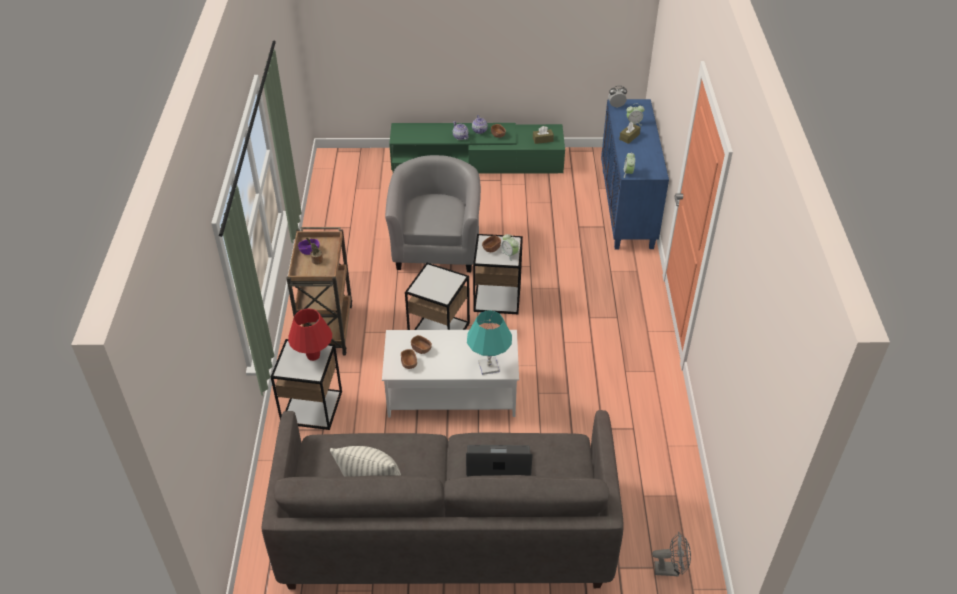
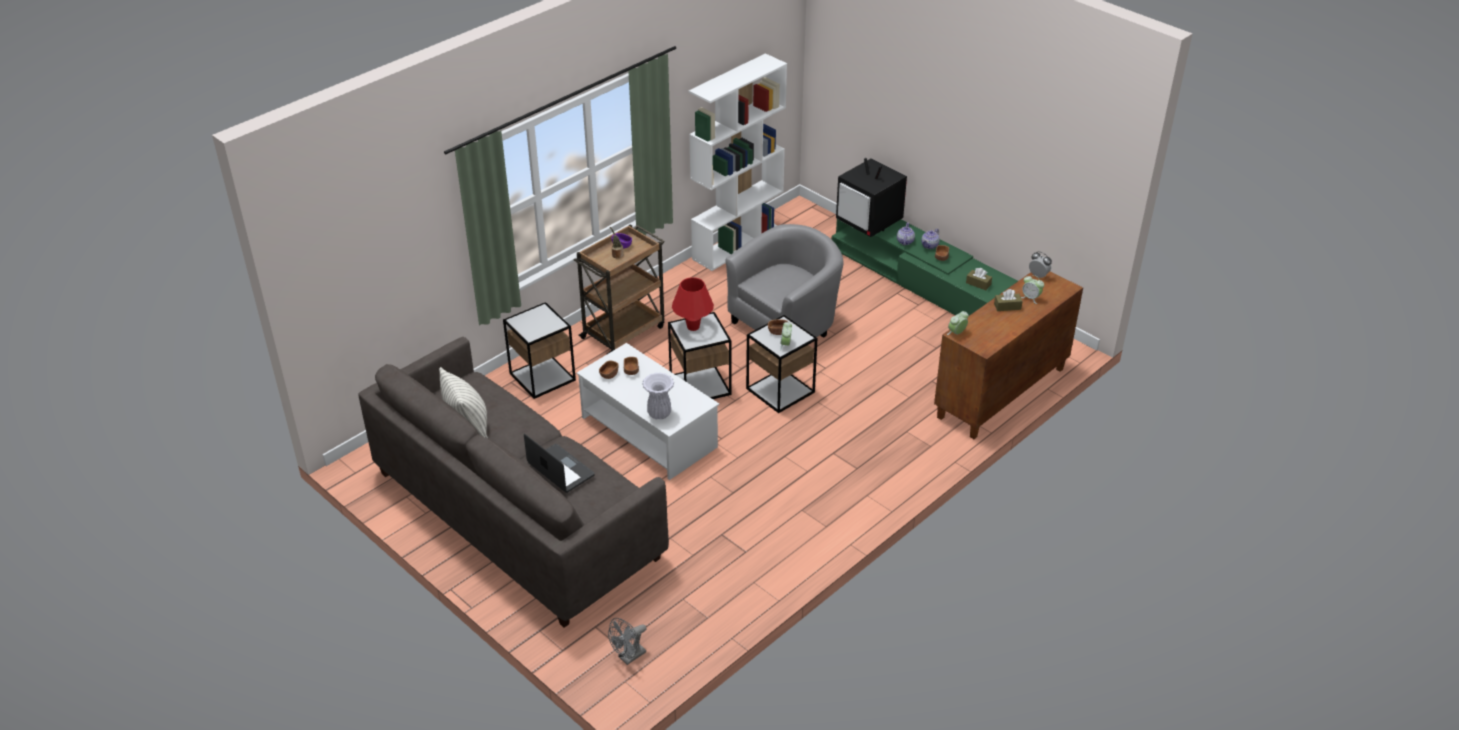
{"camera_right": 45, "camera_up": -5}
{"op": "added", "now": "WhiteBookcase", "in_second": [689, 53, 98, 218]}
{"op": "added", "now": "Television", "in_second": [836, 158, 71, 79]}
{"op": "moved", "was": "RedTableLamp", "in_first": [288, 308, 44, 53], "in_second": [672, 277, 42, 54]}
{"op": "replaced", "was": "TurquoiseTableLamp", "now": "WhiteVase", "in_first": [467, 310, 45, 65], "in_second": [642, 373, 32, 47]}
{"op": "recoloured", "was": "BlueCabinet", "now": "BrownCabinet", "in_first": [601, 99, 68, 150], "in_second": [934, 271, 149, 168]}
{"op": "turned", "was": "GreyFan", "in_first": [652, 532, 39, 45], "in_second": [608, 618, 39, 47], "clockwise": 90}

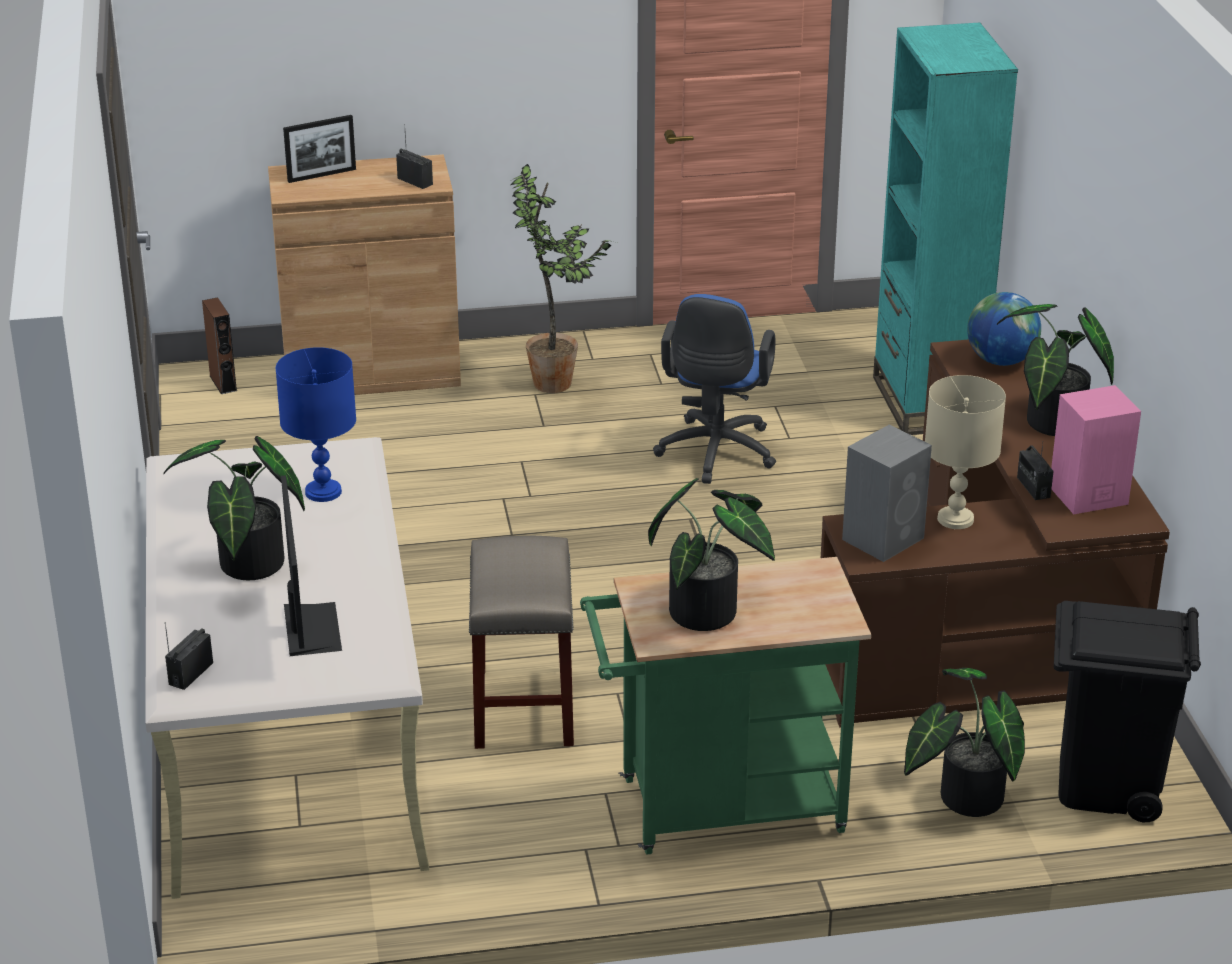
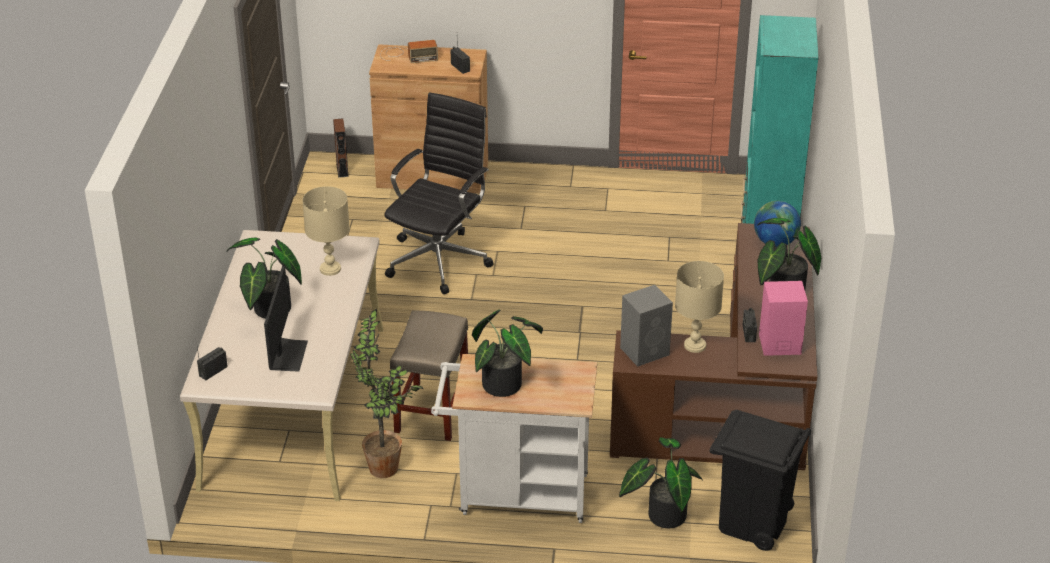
{"camera_right": 15, "camera_up": 5}
{"op": "removed", "was": "BlueOfficeChair", "in_first": [653, 294, 123, 190]}
{"op": "added", "now": "BlackOfficeChair", "in_second": [384, 92, 109, 202]}
{"op": "moved", "was": "PottedPlant", "in_first": [509, 164, 108, 229], "in_second": [350, 309, 73, 169]}
{"op": "replaced", "was": "PictureFrame", "now": "Radio", "in_first": [283, 115, 73, 68], "in_second": [380, 40, 58, 23]}
{"op": "recoloured", "was": "BlueTableLamp", "now": "BeigeTableLamp", "in_first": [276, 347, 80, 155], "in_second": [302, 186, 48, 90]}
{"op": "recoloured", "was": "GreenCart", "now": "WhiteCart", "in_first": [580, 557, 291, 298], "in_second": [431, 354, 166, 169]}

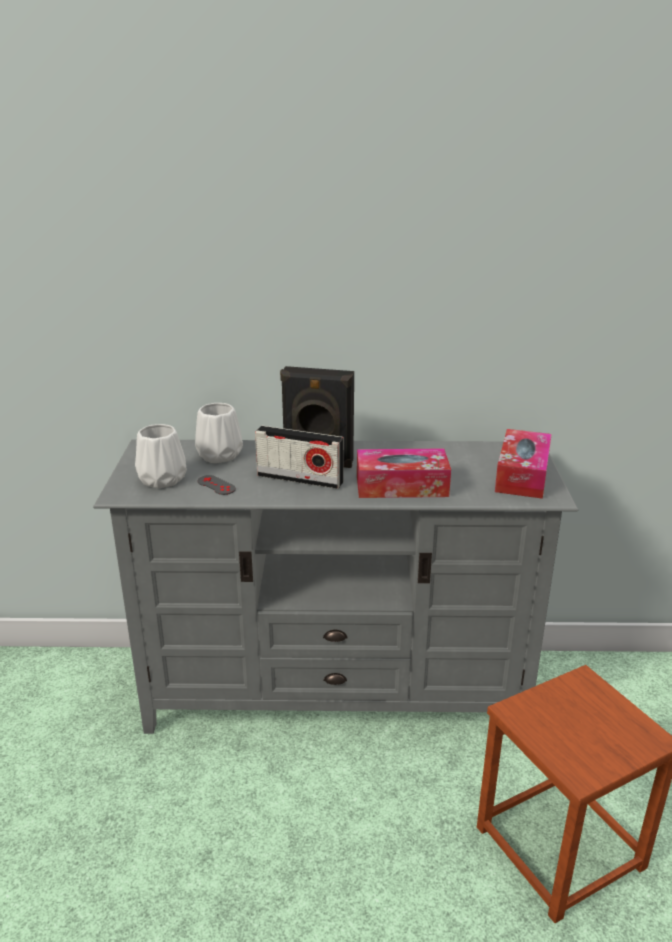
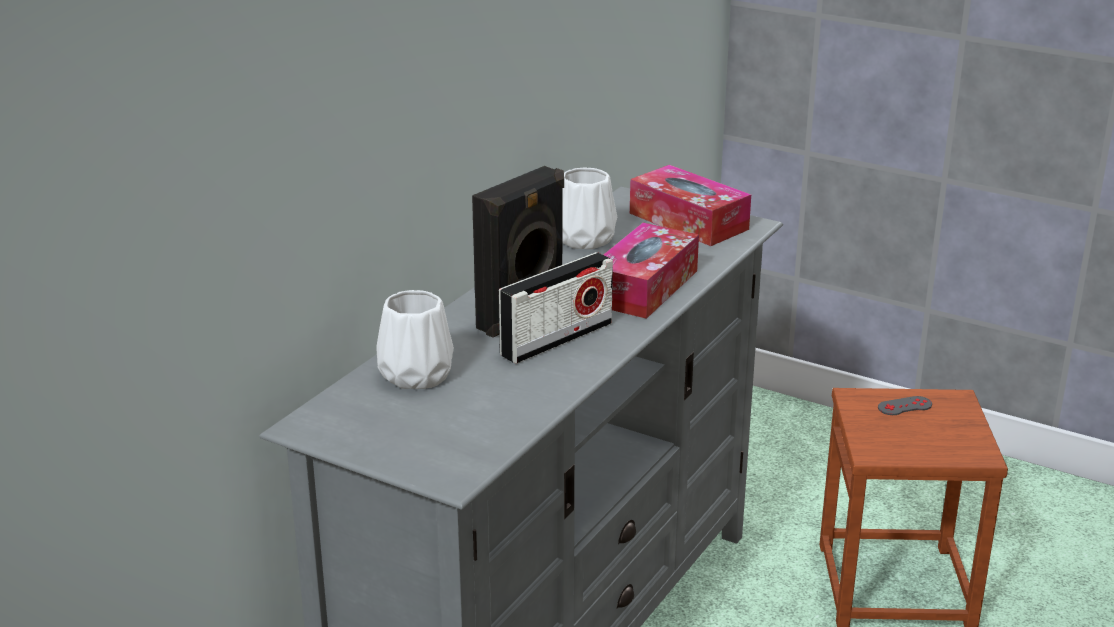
{"camera_right": -60, "camera_up": 0}
{"op": "moved", "was": "WhiteVase", "in_first": [135, 424, 52, 64], "in_second": [562, 167, 55, 82]}
{"op": "moved", "was": "GreyGameController", "in_first": [198, 475, 38, 20], "in_second": [878, 396, 54, 19]}

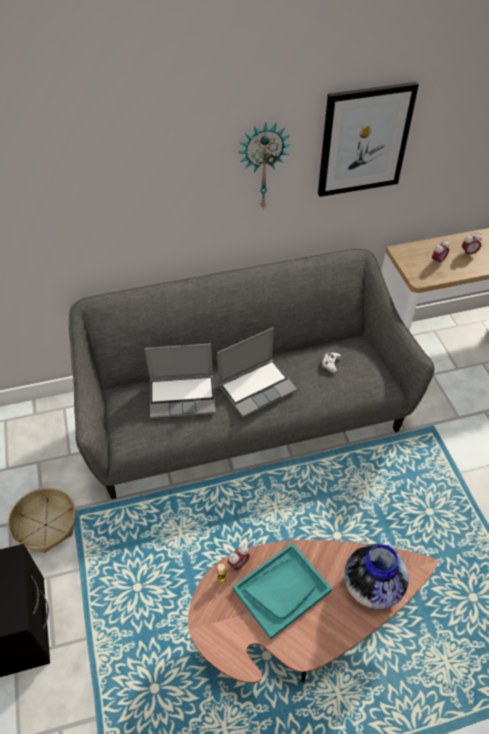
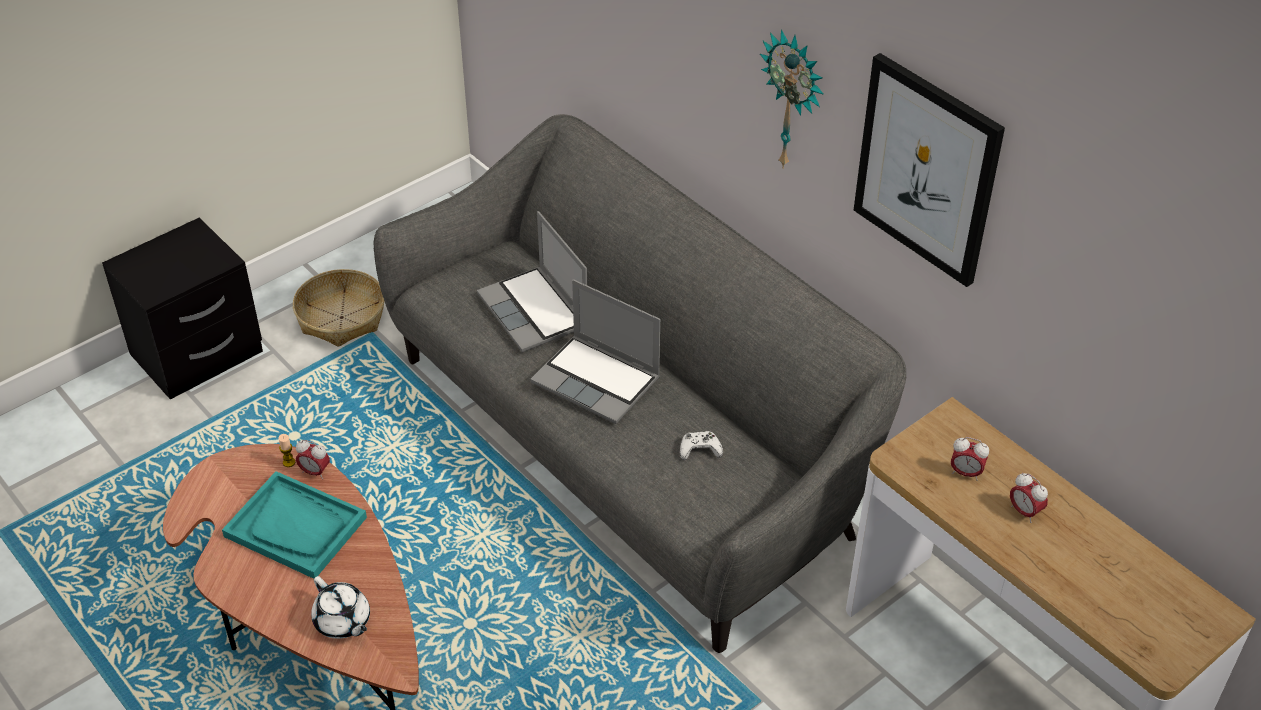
{"camera_right": 65, "camera_up": -5}
{"op": "replaced", "was": "Vase", "now": "WhiteTeapot", "in_first": [344, 544, 65, 65], "in_second": [311, 576, 59, 63]}

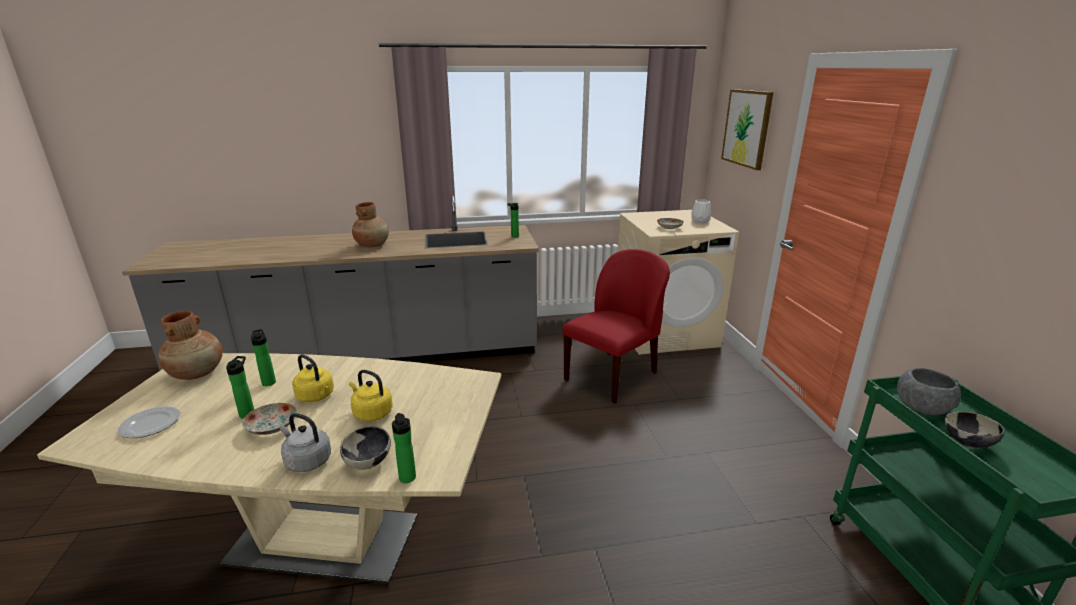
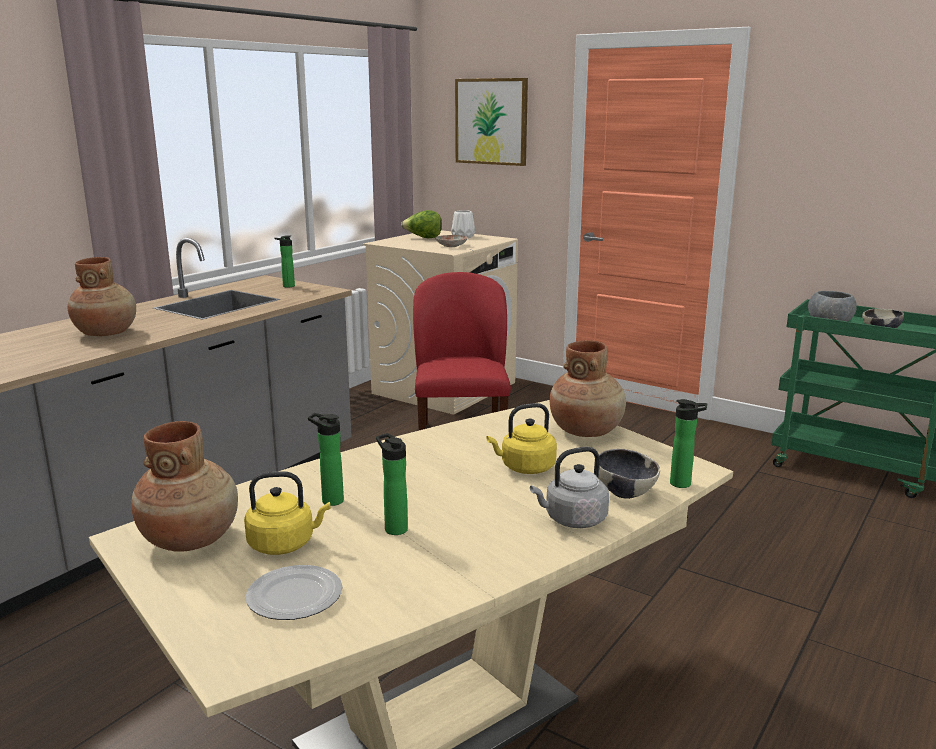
{"camera_right": -45, "camera_up": -5}
{"op": "removed", "was": "Plate", "in_first": [242, 403, 55, 32]}
{"op": "added", "now": "Lettuce", "in_second": [401, 210, 41, 28]}
{"op": "added", "now": "BrownVase", "in_second": [549, 340, 77, 97]}
{"op": "moved", "was": "YellowKettle", "in_first": [292, 354, 42, 48], "in_second": [244, 471, 87, 84]}

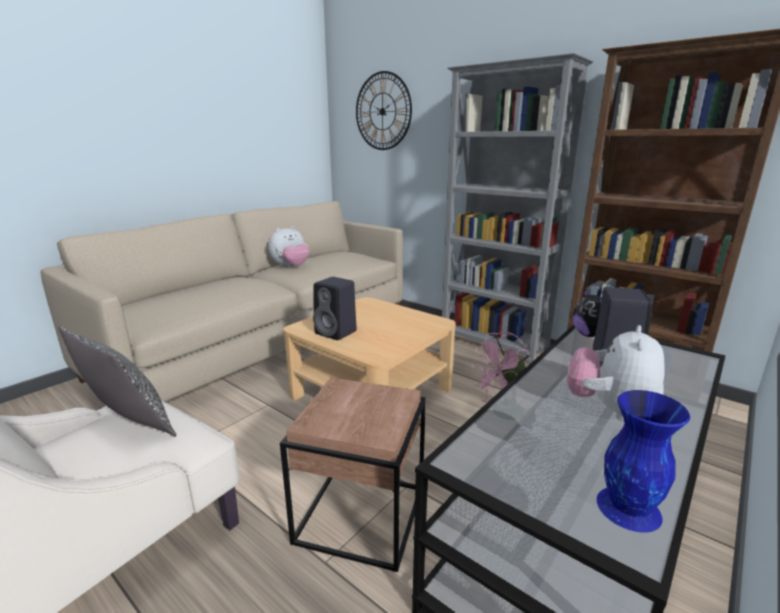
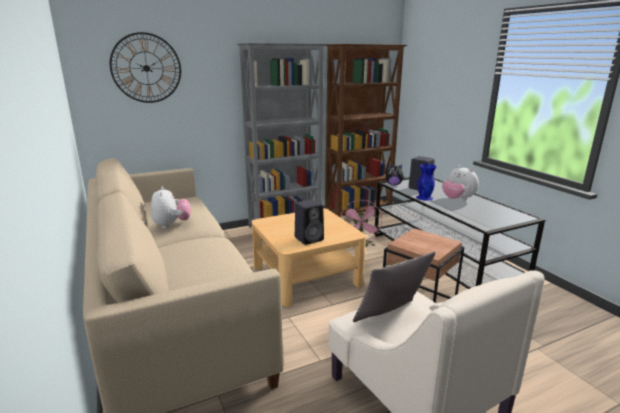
{"camera_right": -65, "camera_up": 0}
{"op": "moved", "was": "BlueVase", "in_first": [597, 390, 93, 143], "in_second": [416, 164, 20, 37]}

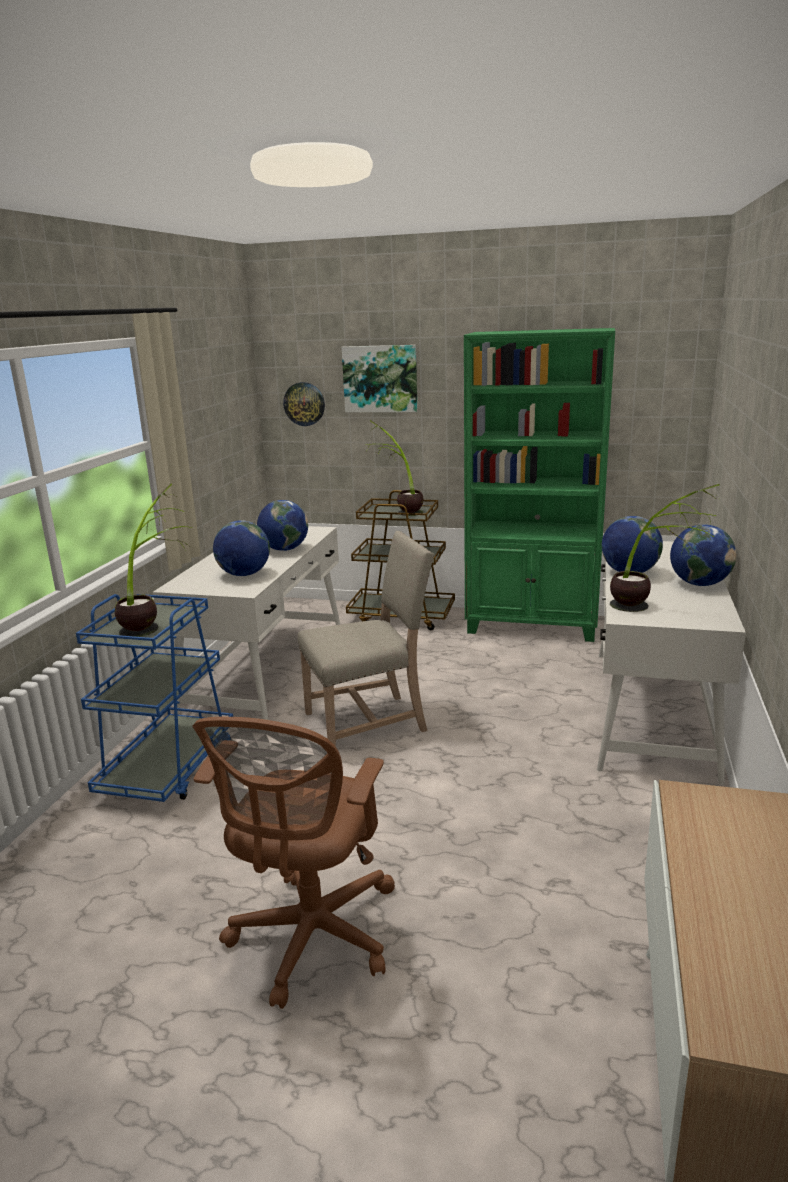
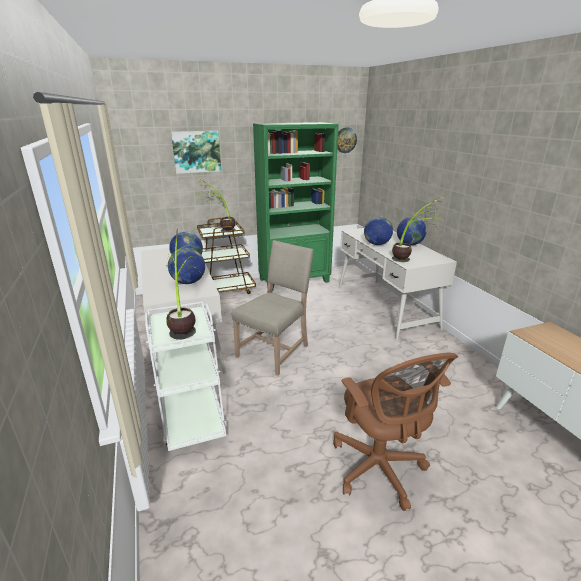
{"camera_right": -35, "camera_up": 5}
{"op": "moved", "was": "WallClock", "in_first": [283, 382, 42, 44], "in_second": [337, 128, 20, 25]}
{"op": "recoloured", "was": "BlueCart", "now": "WhiteCart", "in_first": [76, 594, 157, 208], "in_second": [145, 301, 82, 150]}

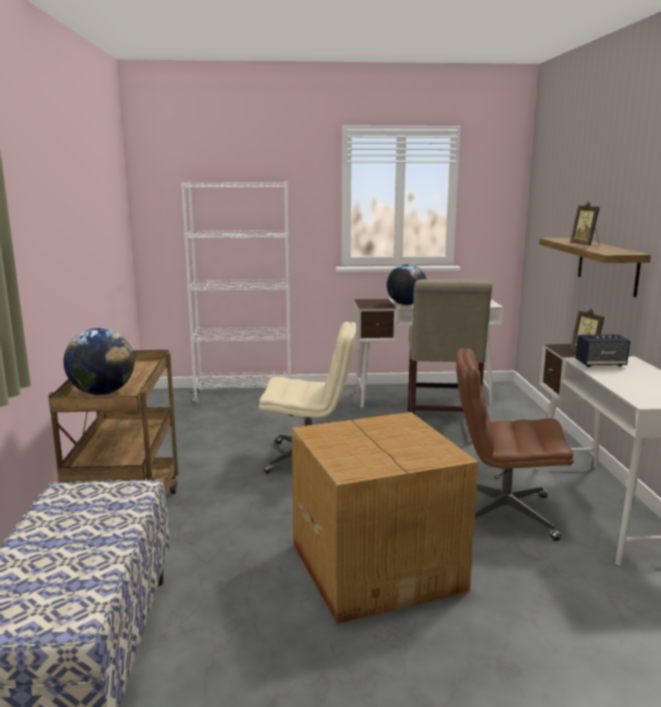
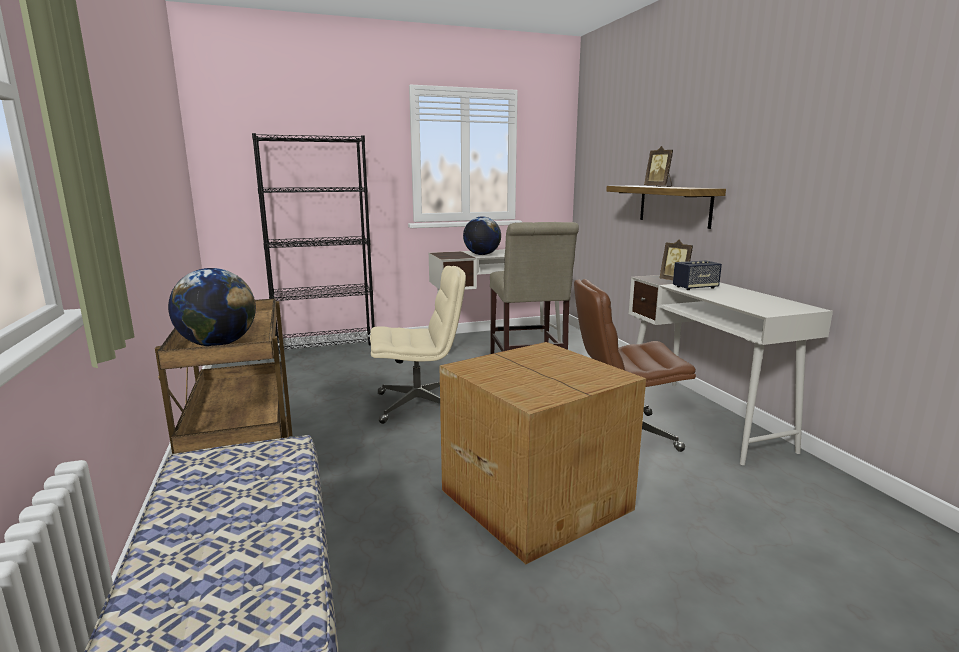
{"camera_right": -15, "camera_up": 0}
{"op": "recoloured", "was": "WhiteBookcase", "now": "BlackBookcase", "in_first": [181, 182, 110, 221], "in_second": [252, 133, 123, 224]}

